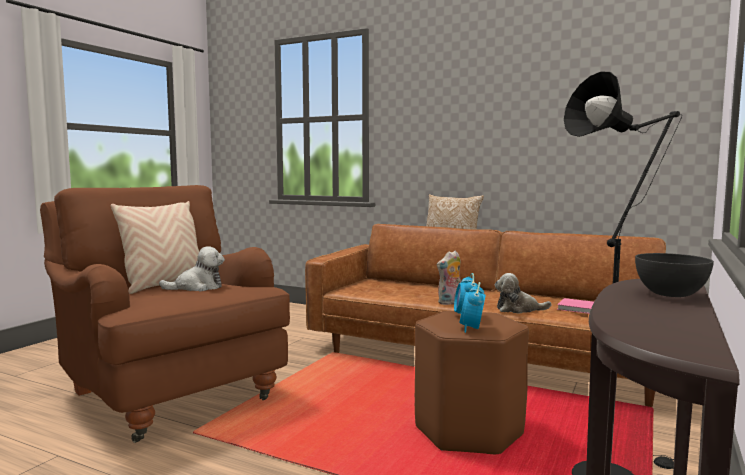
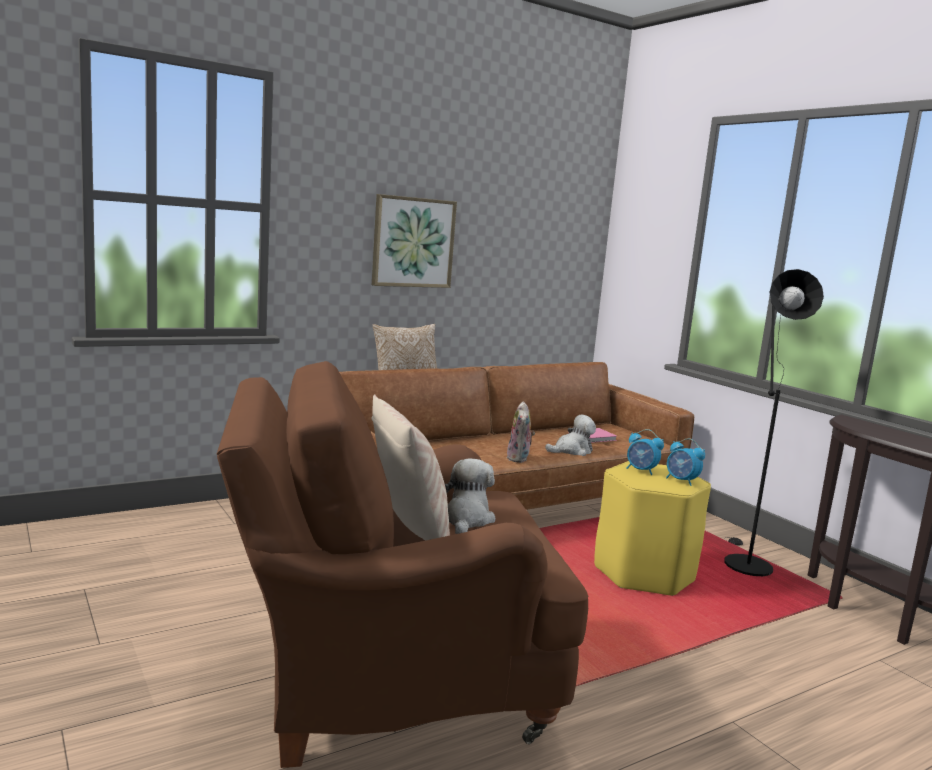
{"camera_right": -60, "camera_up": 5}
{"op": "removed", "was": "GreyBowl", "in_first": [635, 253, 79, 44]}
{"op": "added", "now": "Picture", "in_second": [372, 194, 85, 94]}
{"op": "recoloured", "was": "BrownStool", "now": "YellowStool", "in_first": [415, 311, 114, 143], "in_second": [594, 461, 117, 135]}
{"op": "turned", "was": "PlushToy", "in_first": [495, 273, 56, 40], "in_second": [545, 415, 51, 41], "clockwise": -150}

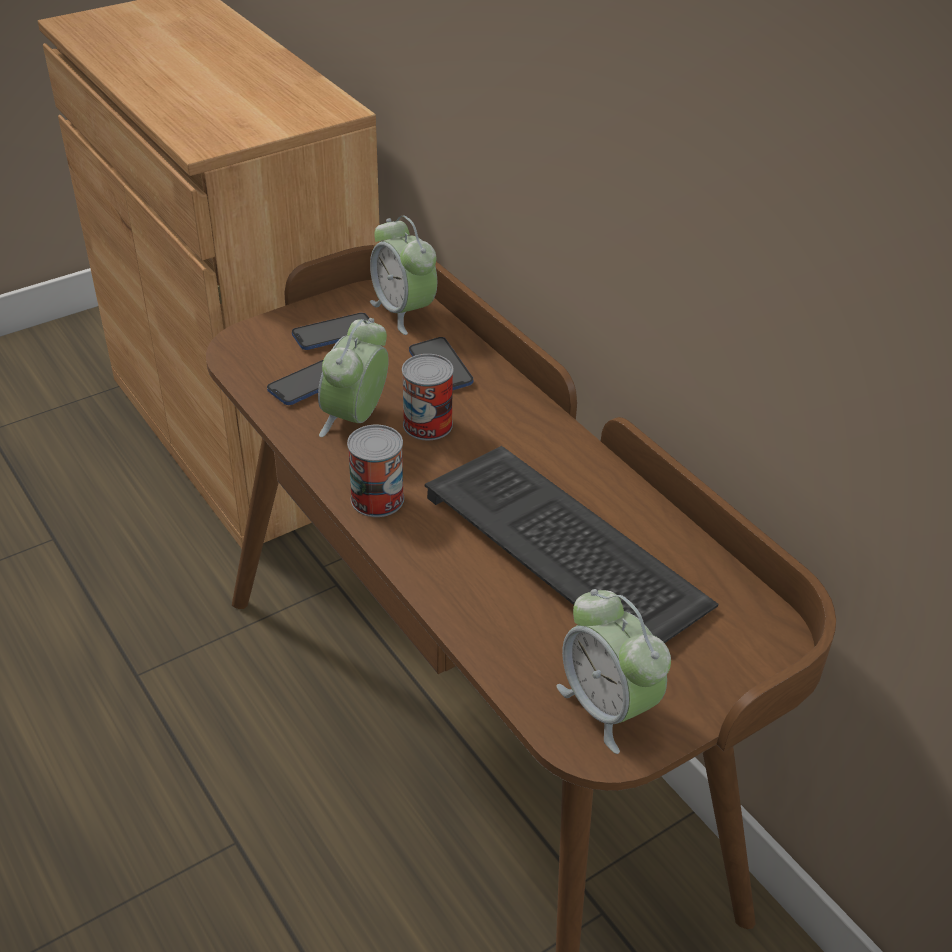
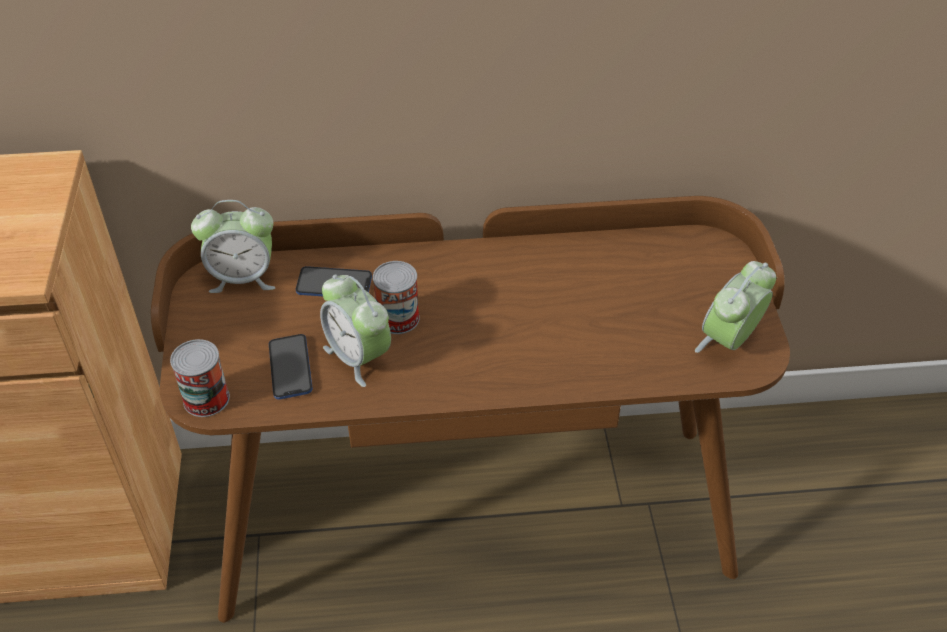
{"camera_right": -60, "camera_up": 5}
{"op": "removed", "was": "Phone", "in_first": [292, 313, 77, 37]}
{"op": "removed", "was": "Keyboard", "in_first": [425, 446, 293, 197]}
{"op": "moved", "was": "Can", "in_first": [347, 425, 57, 92], "in_second": [170, 339, 60, 78]}
{"op": "turned", "was": "AlarmClock", "in_first": [556, 589, 115, 165], "in_second": [695, 261, 81, 92], "clockwise": 135}

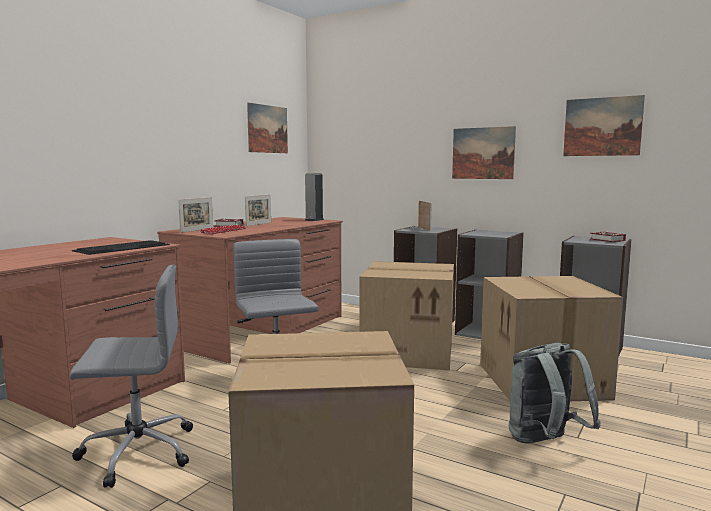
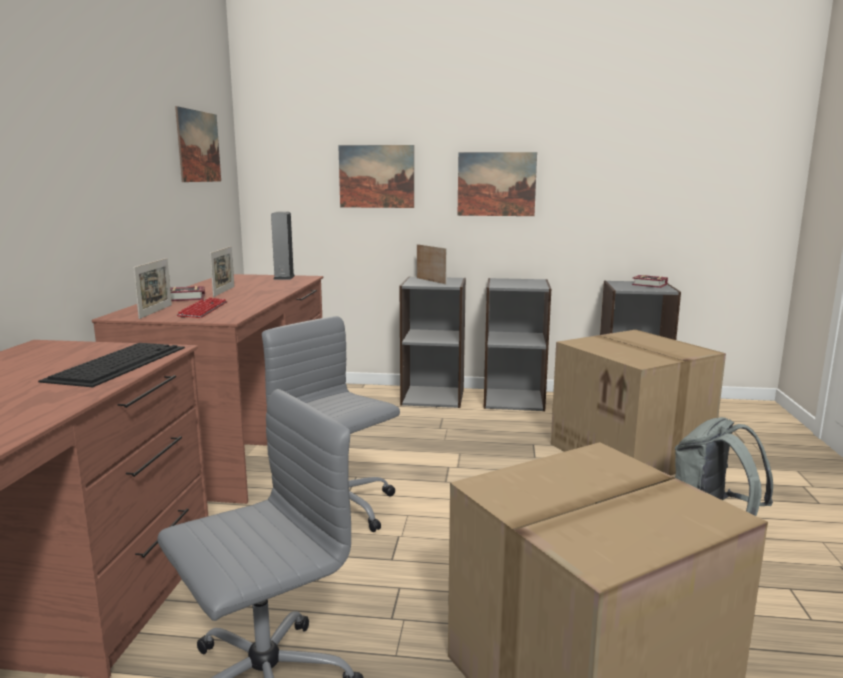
{"camera_right": -25, "camera_up": 5}
{"op": "removed", "was": "CardboardBox", "in_first": [359, 261, 95, 109]}
{"op": "moved", "was": "Picture", "in_first": [563, 95, 82, 61], "in_second": [338, 145, 76, 63]}

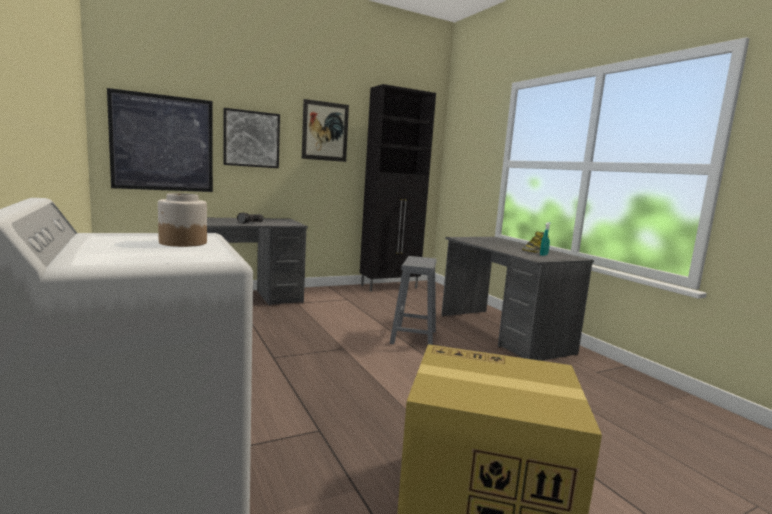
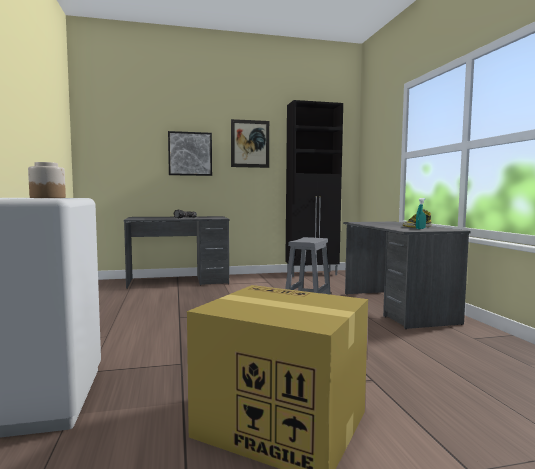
{"camera_right": 15, "camera_up": -5}
{"op": "removed", "was": "Picture", "in_first": [107, 88, 106, 104]}

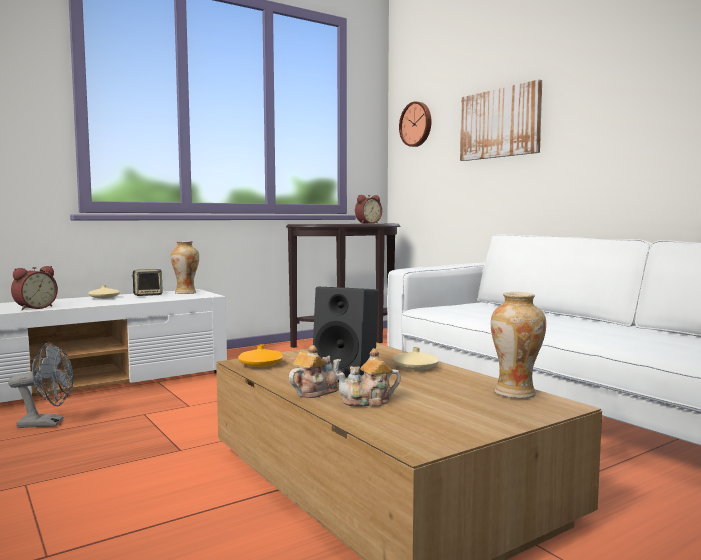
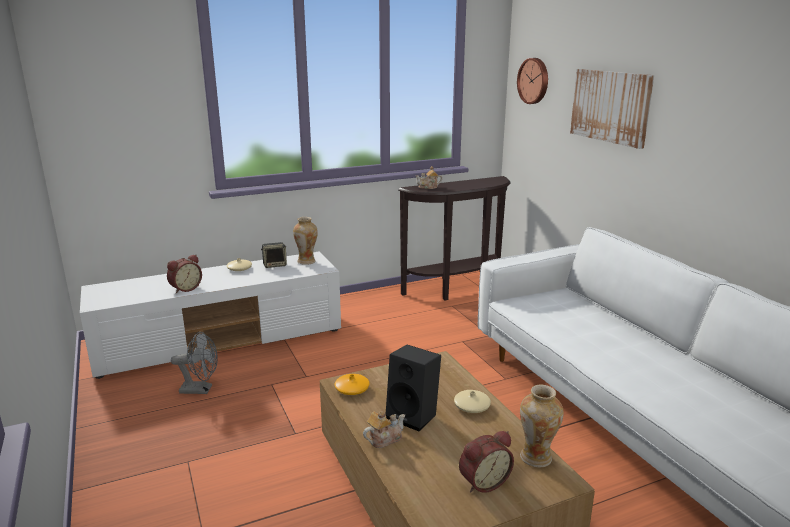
{"camera_right": 10, "camera_up": 15}
{"op": "moved", "was": "Teapot", "in_first": [335, 348, 66, 59], "in_second": [416, 166, 26, 23]}
{"op": "moved", "was": "AlarmClock", "in_first": [355, 195, 27, 29], "in_second": [459, 431, 55, 62]}

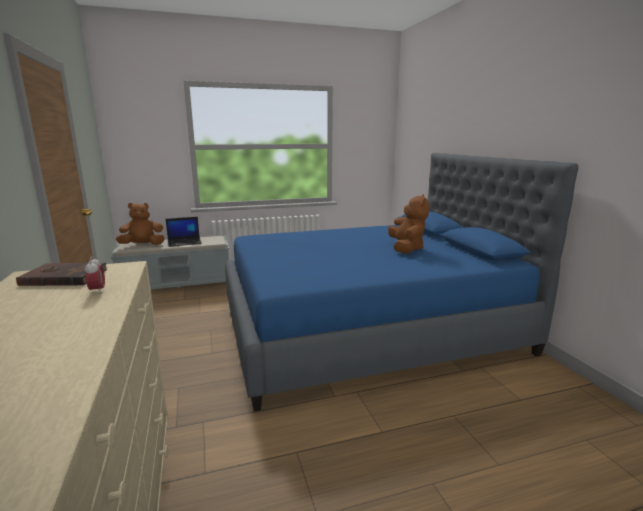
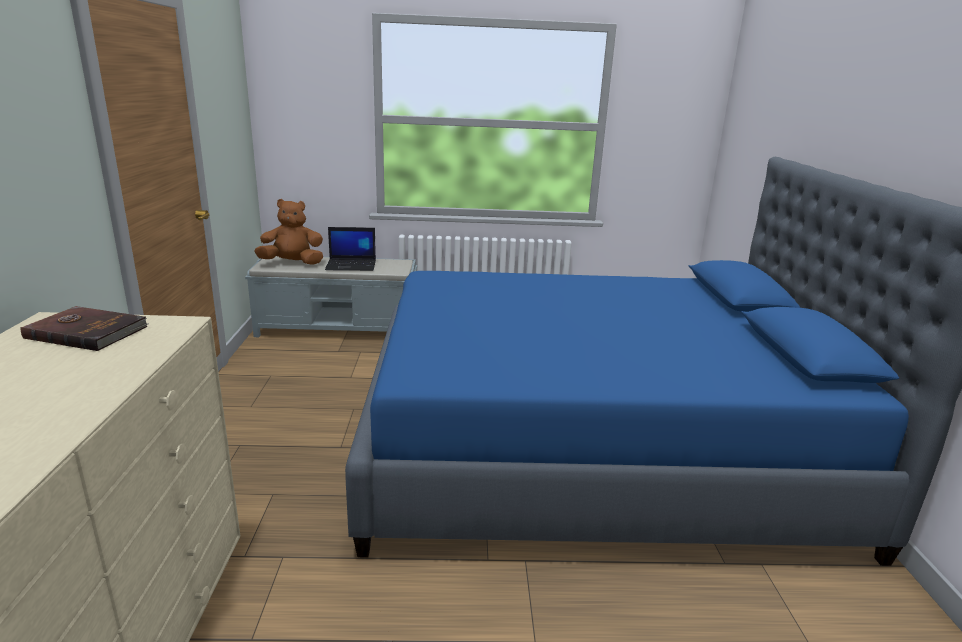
{"camera_right": 15, "camera_up": 5}
{"op": "removed", "was": "AlarmClock", "in_first": [85, 256, 20, 38]}
{"op": "removed", "was": "BrownPlushToy", "in_first": [388, 194, 41, 60]}

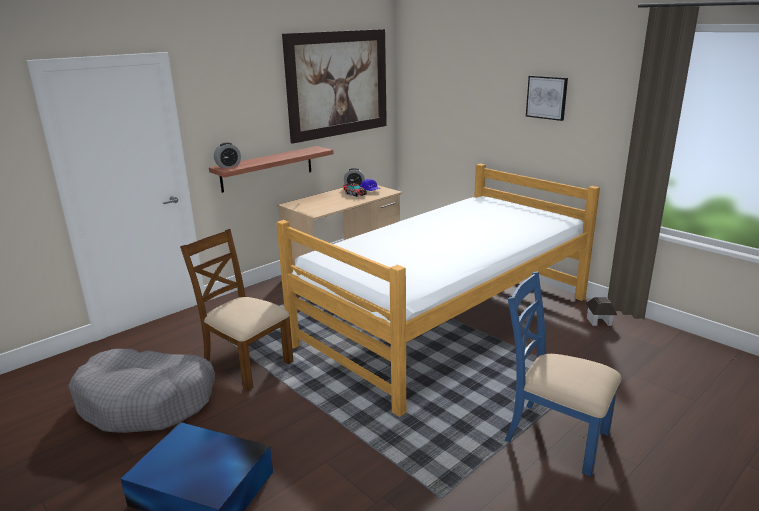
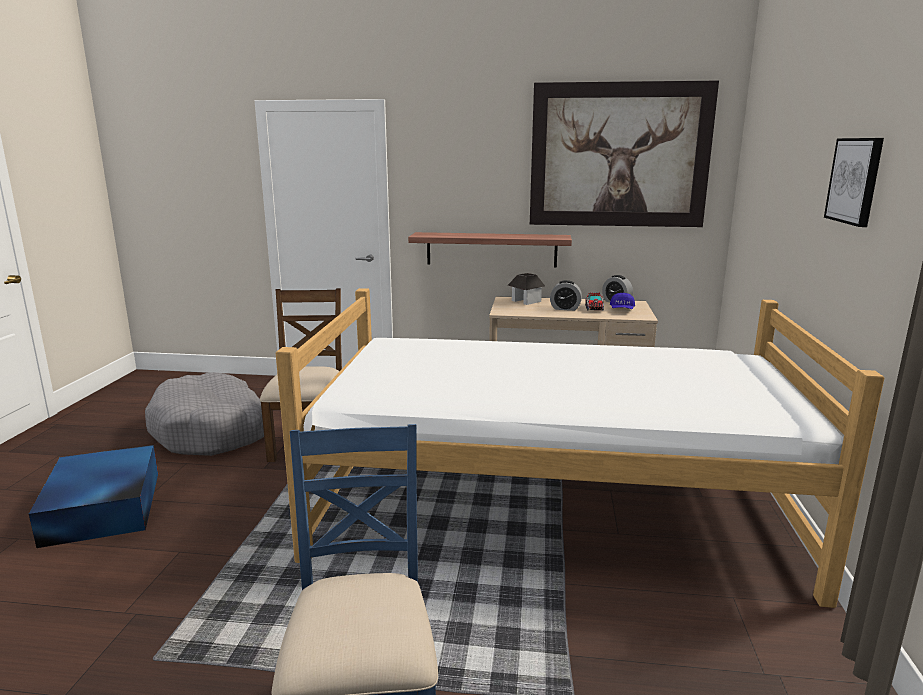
{"camera_right": 50, "camera_up": -5}
{"op": "moved", "was": "AlarmClock", "in_first": [214, 142, 27, 26], "in_second": [550, 280, 32, 31]}
{"op": "moved", "was": "ToyHouse", "in_first": [586, 297, 31, 29], "in_second": [508, 273, 37, 32]}

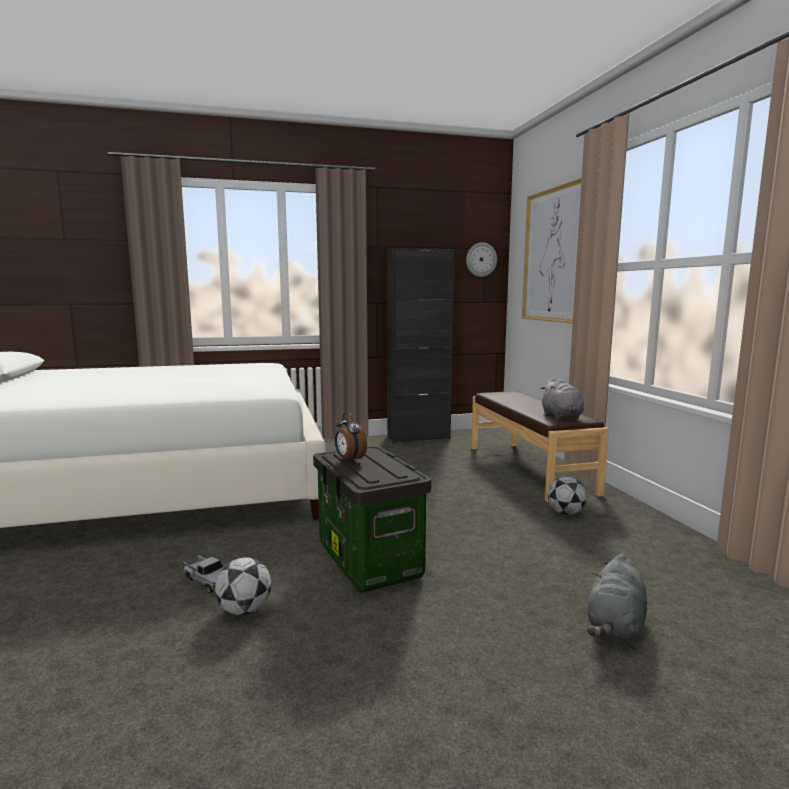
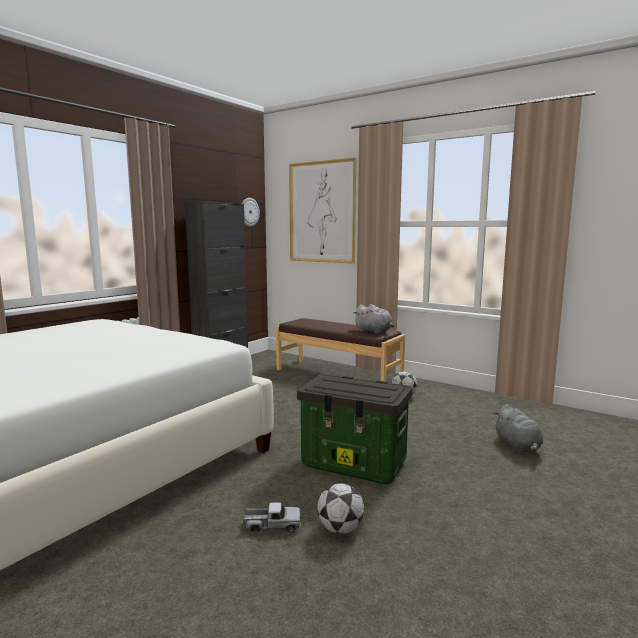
{"camera_right": -40, "camera_up": 0}
{"op": "removed", "was": "AlarmClock", "in_first": [335, 412, 32, 50]}

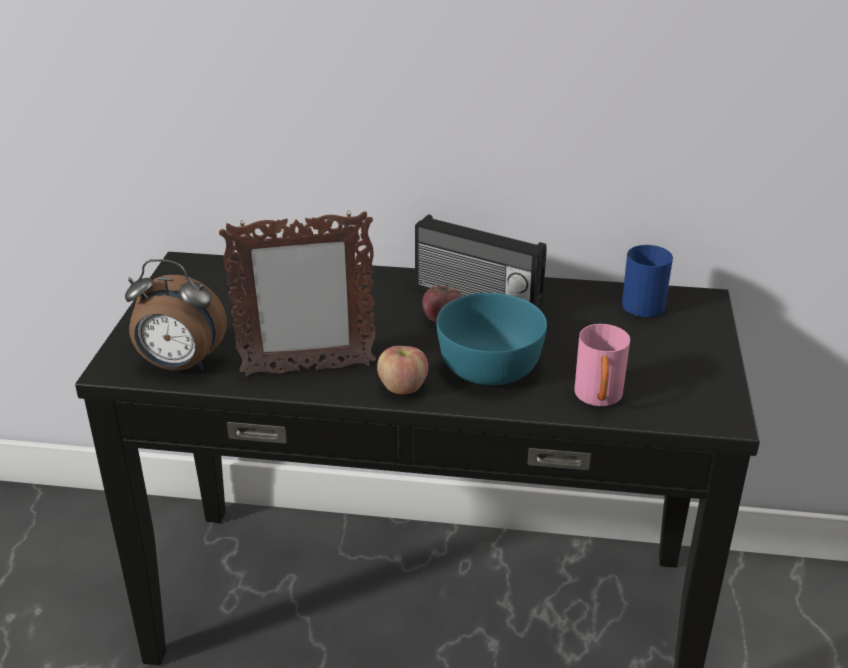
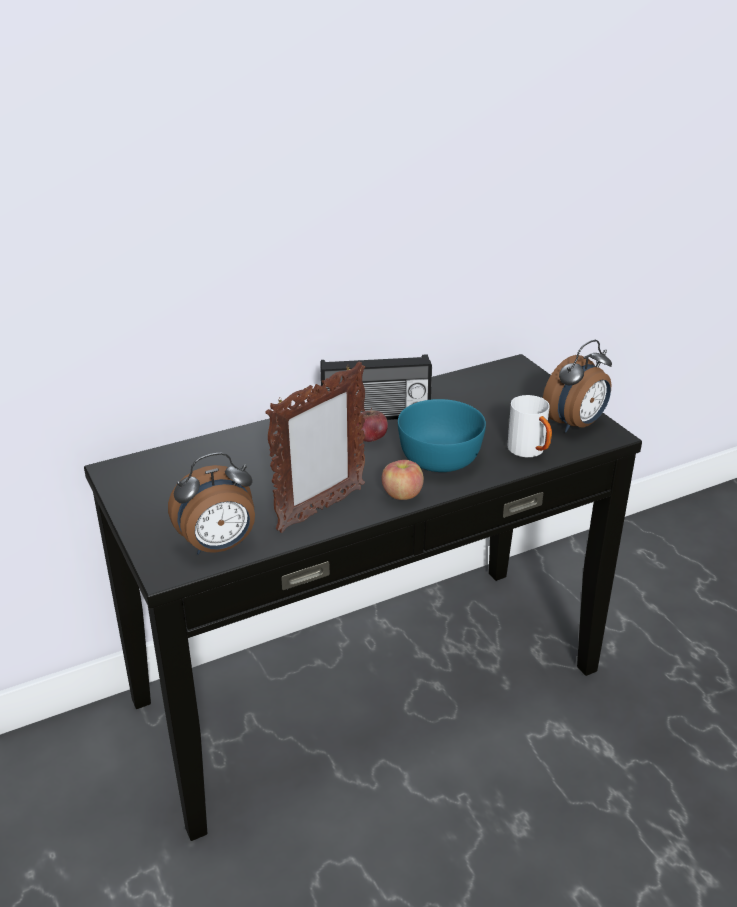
{"camera_right": -35, "camera_up": 0}
{"op": "removed", "was": "BlueMug", "in_first": [622, 245, 51, 72]}
{"op": "added", "now": "AlarmClock", "in_second": [543, 340, 69, 92]}
{"op": "recoloured", "was": "PinkMug", "now": "WhiteMug", "in_first": [574, 324, 56, 82], "in_second": [507, 395, 45, 62]}

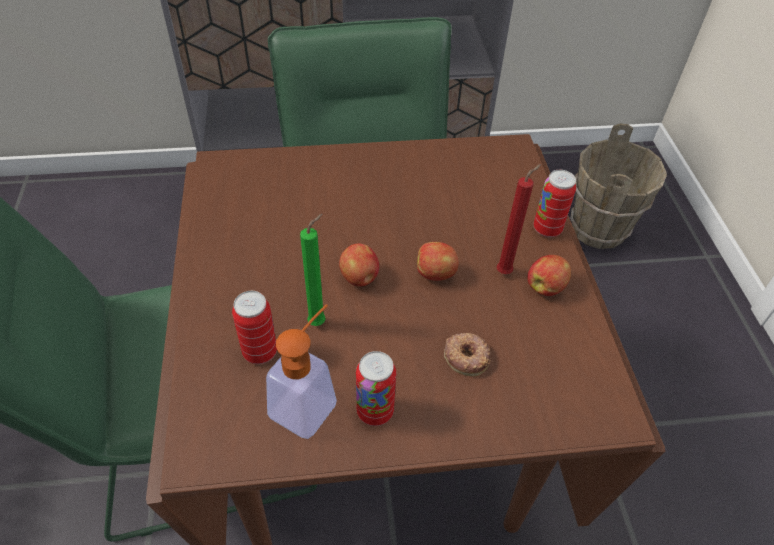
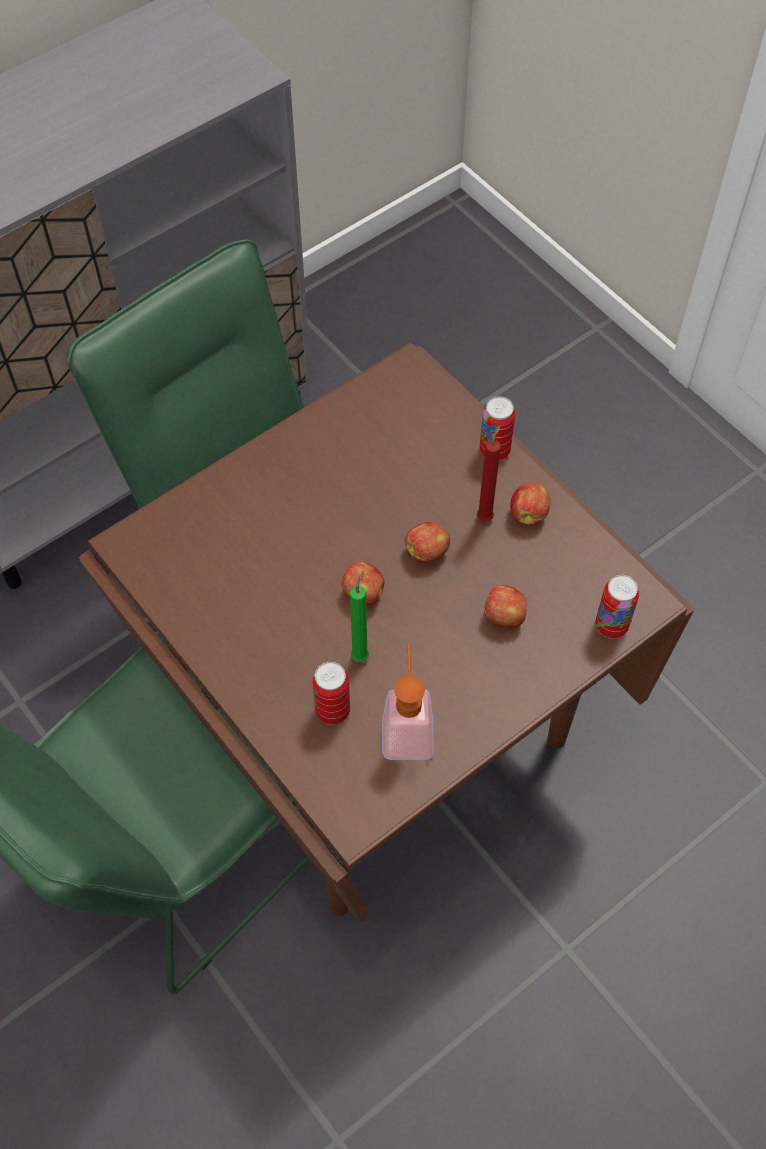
{"camera_right": -30, "camera_up": 10}
{"op": "removed", "was": "BrownBucket", "in_first": [570, 123, 97, 126]}
{"op": "moved", "was": "Can", "in_first": [356, 351, 40, 75], "in_second": [595, 575, 44, 64]}
{"op": "replaced", "was": "Donut", "now": "Apple", "in_first": [444, 333, 47, 43], "in_second": [484, 585, 43, 43]}

